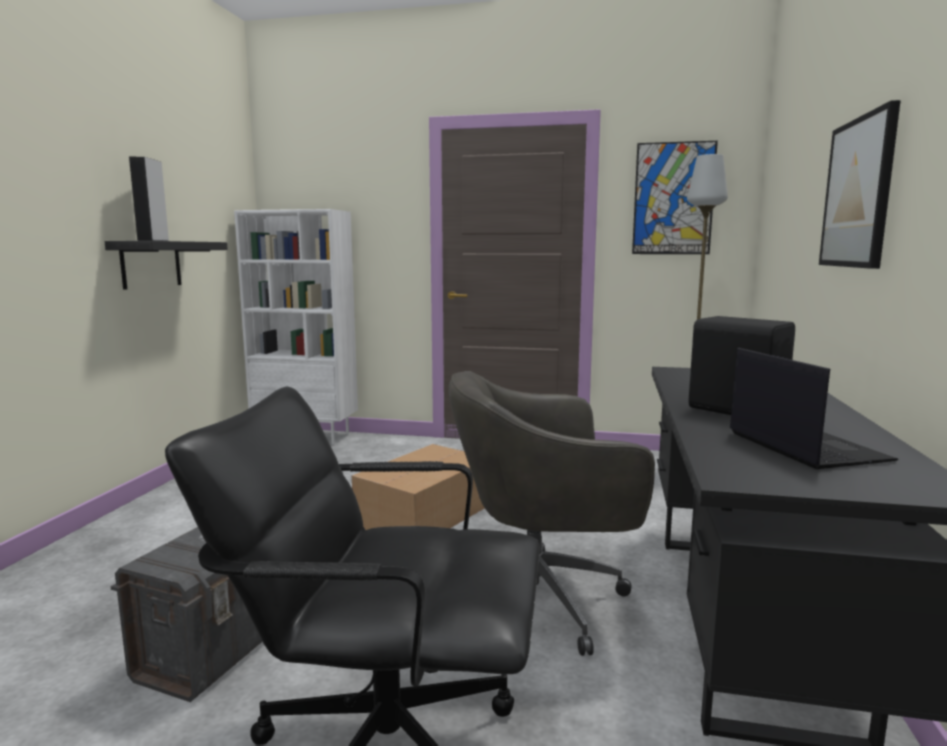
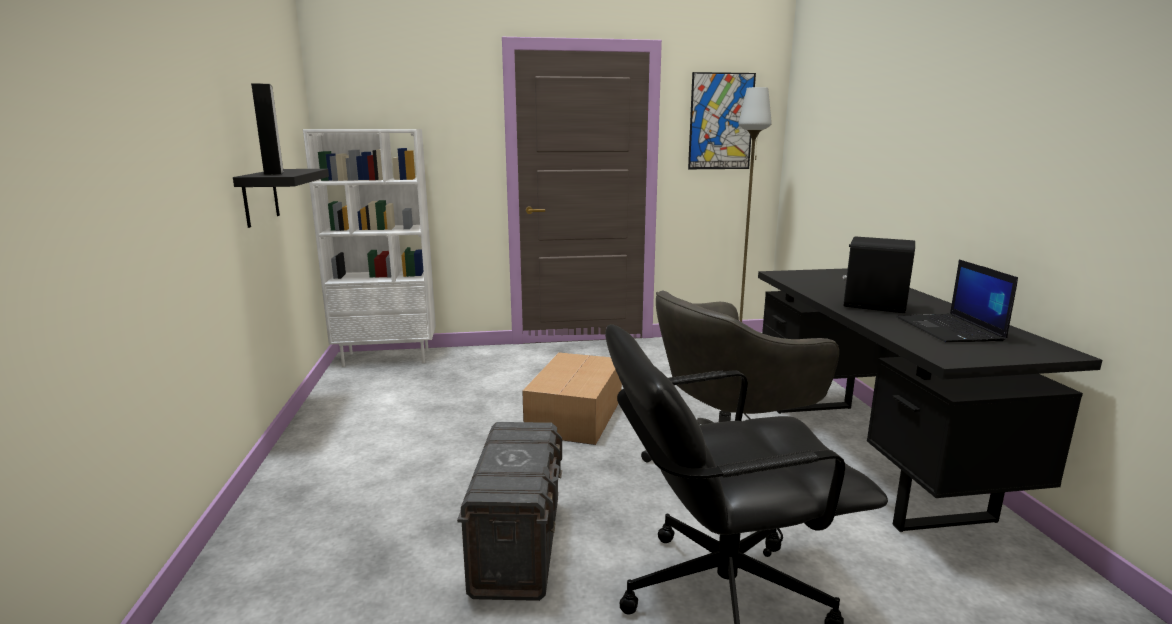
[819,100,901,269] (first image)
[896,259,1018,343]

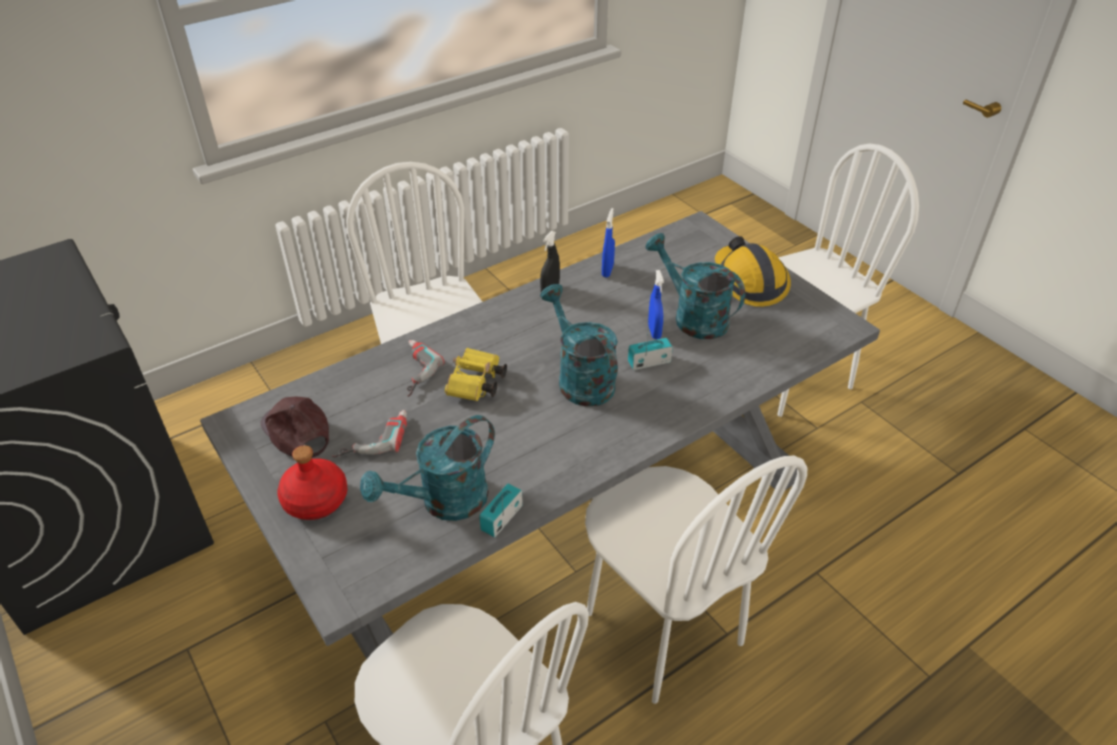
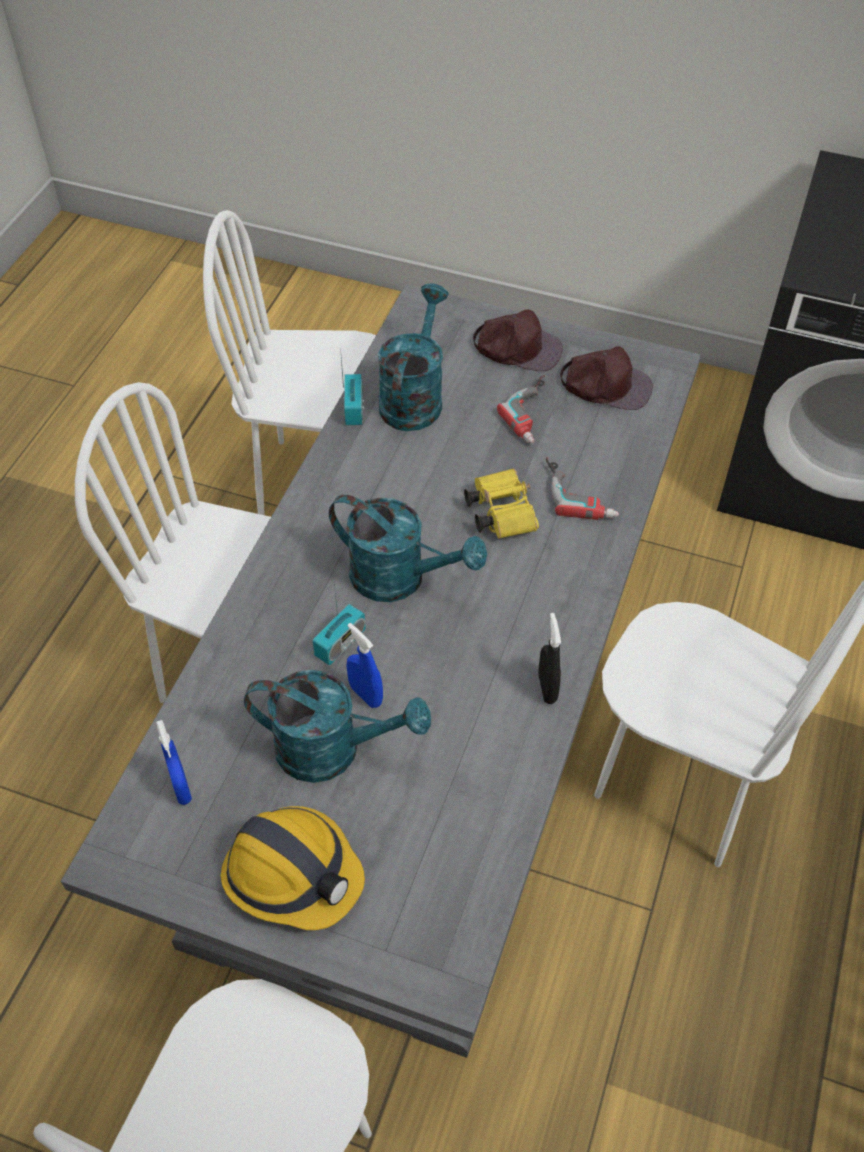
[156,720,192,805]
[473,309,563,371]

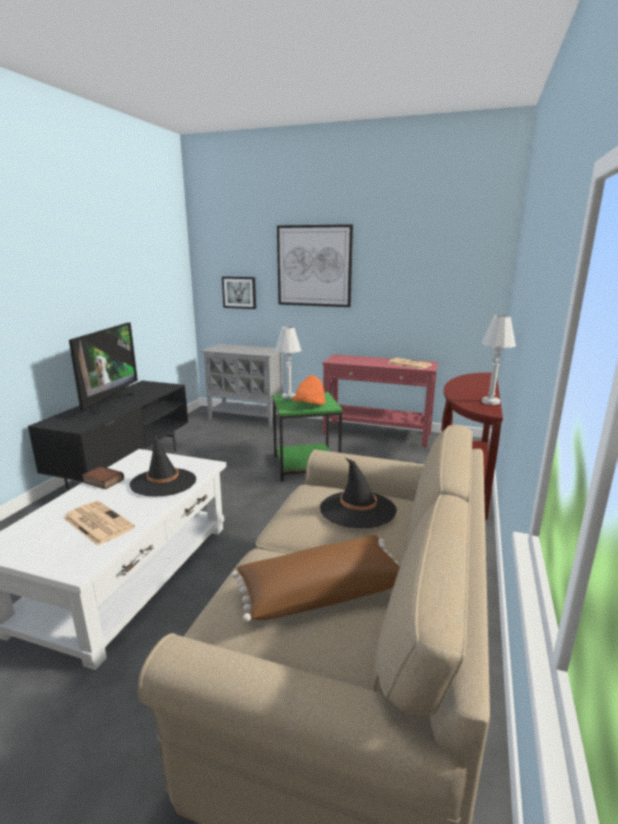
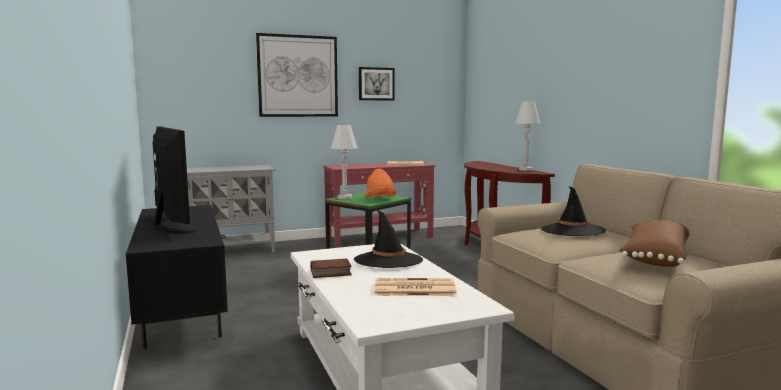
[359,67,395,100]

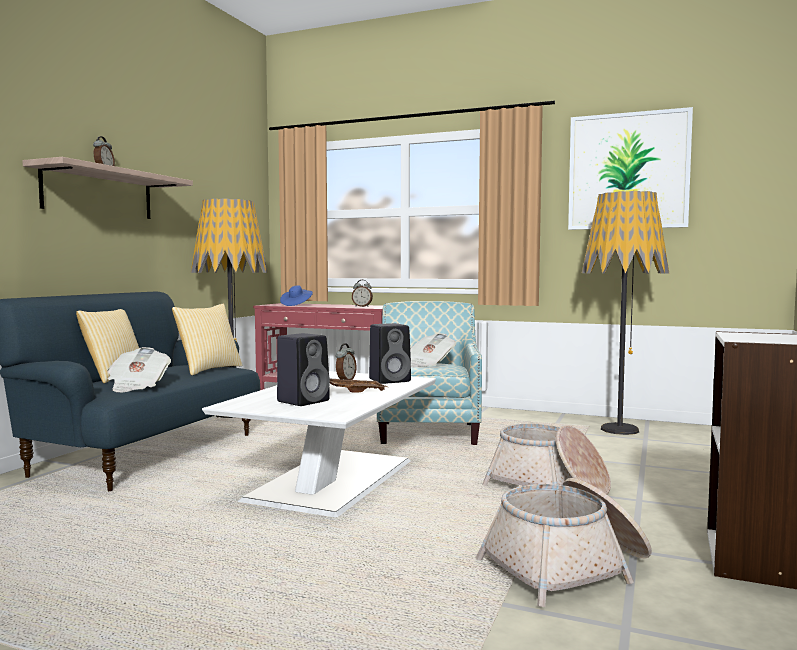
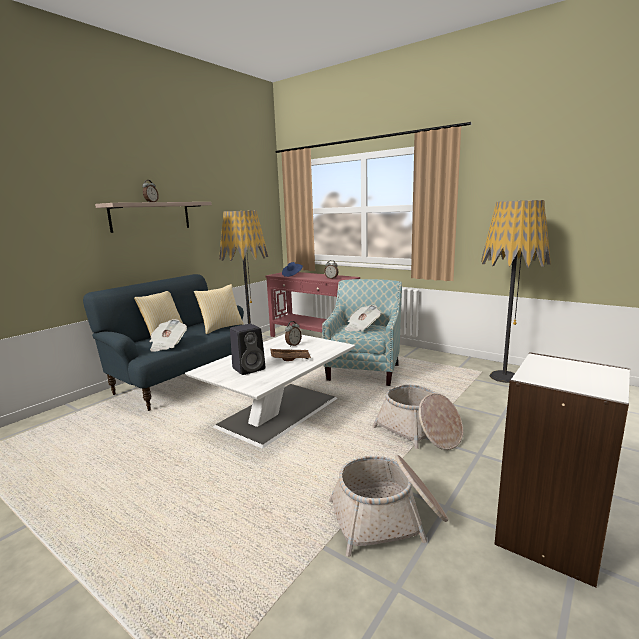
[568,107,693,230] (first image)
[369,323,411,384] (first image)

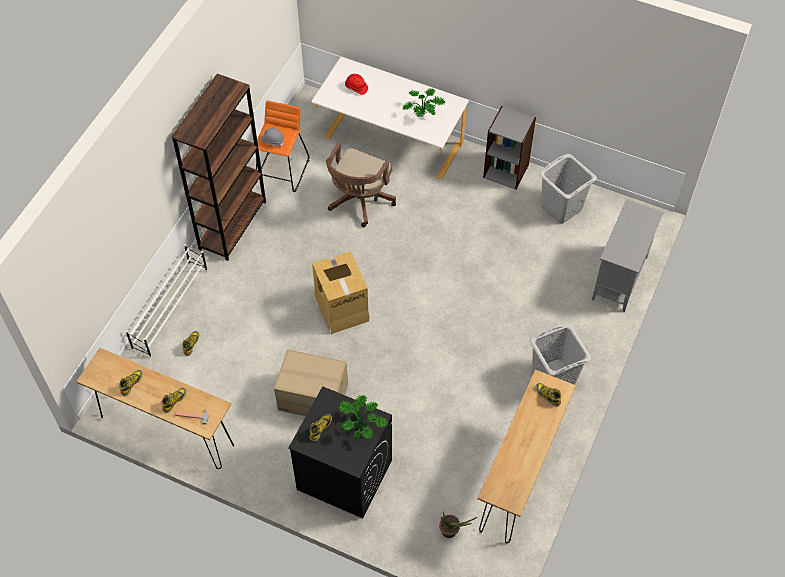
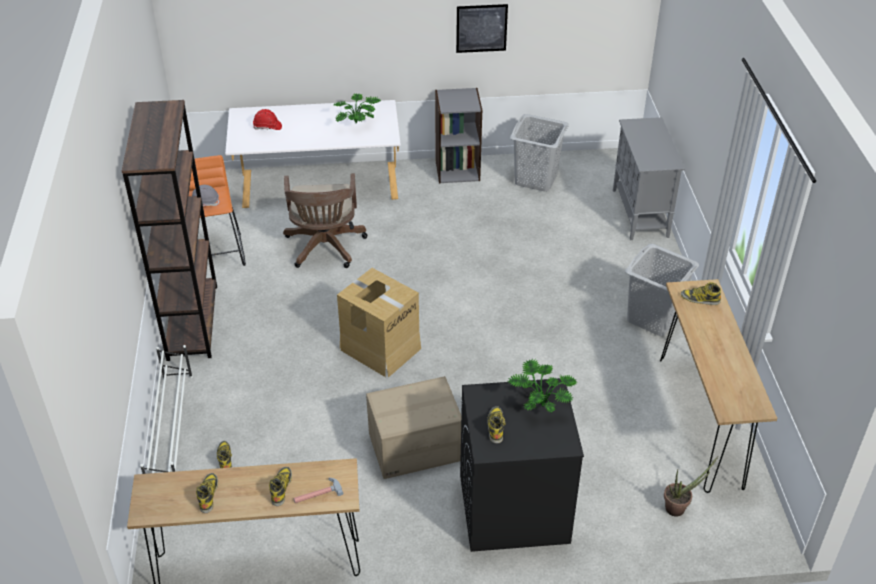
[456,4,508,53]

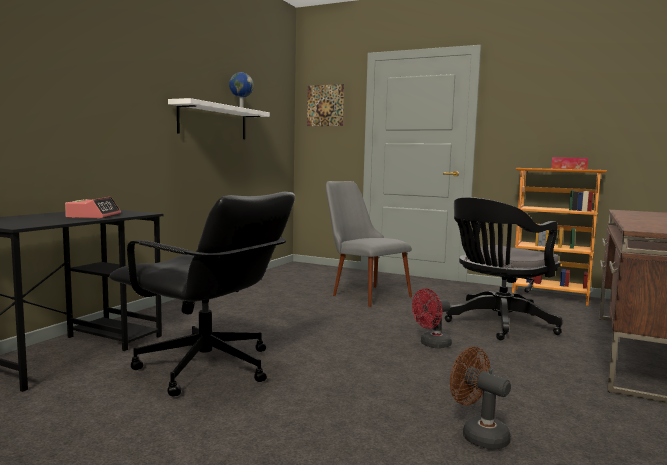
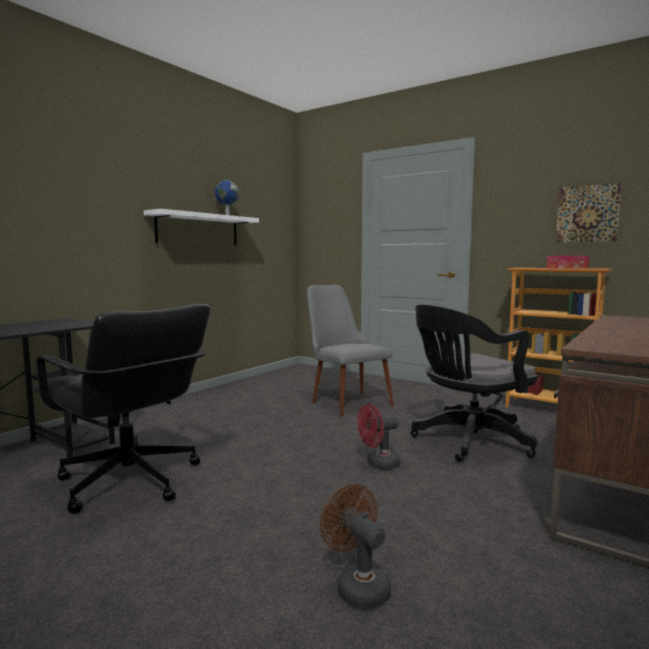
[556,183,622,242]
[65,197,121,218] (first image)

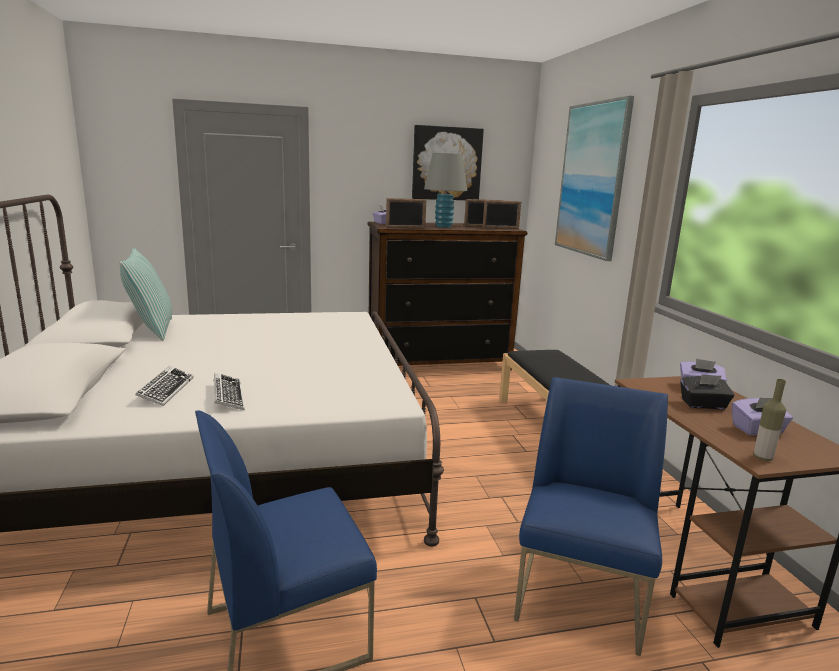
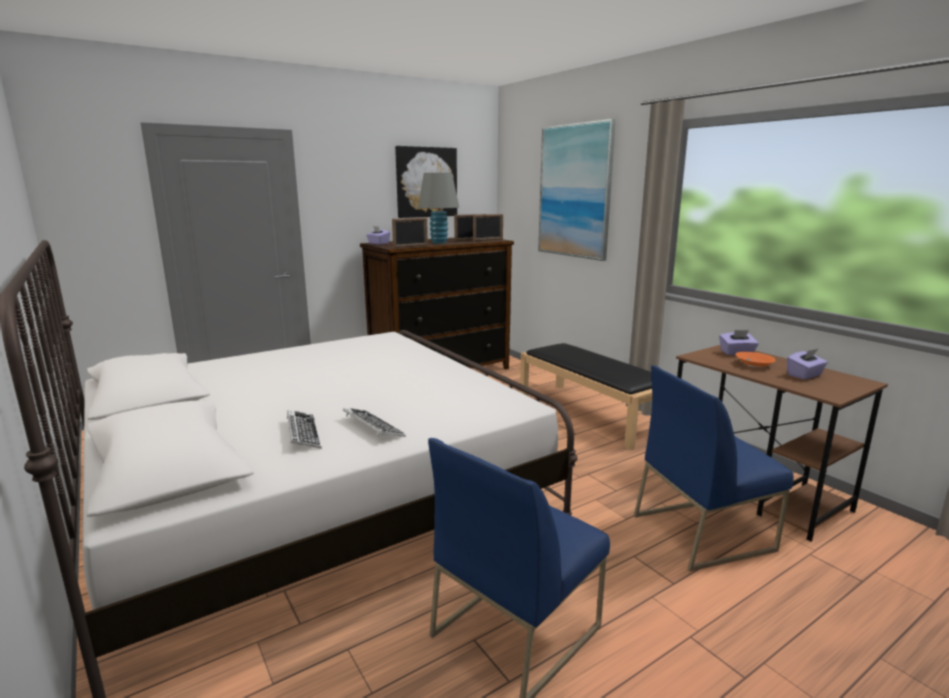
[119,248,172,341] (first image)
[736,352,776,367]
[634,365,794,571]
[754,379,786,461] (first image)

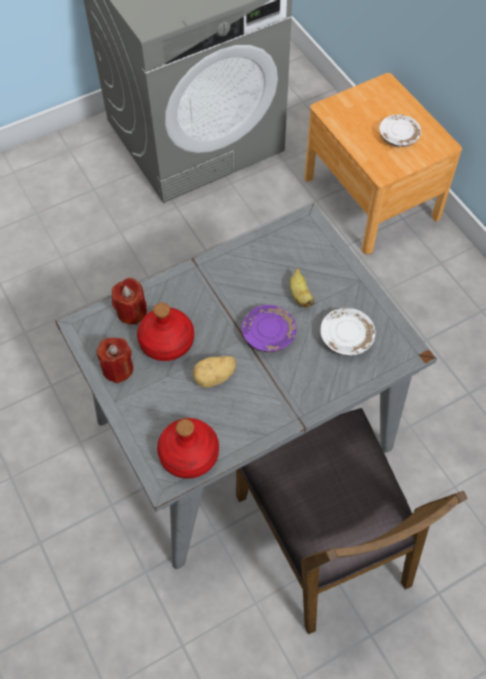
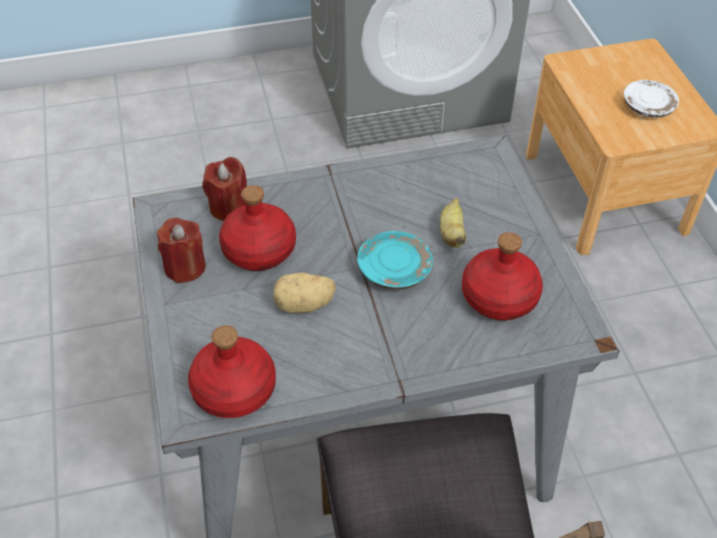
[357,231,433,290]
[462,232,543,320]

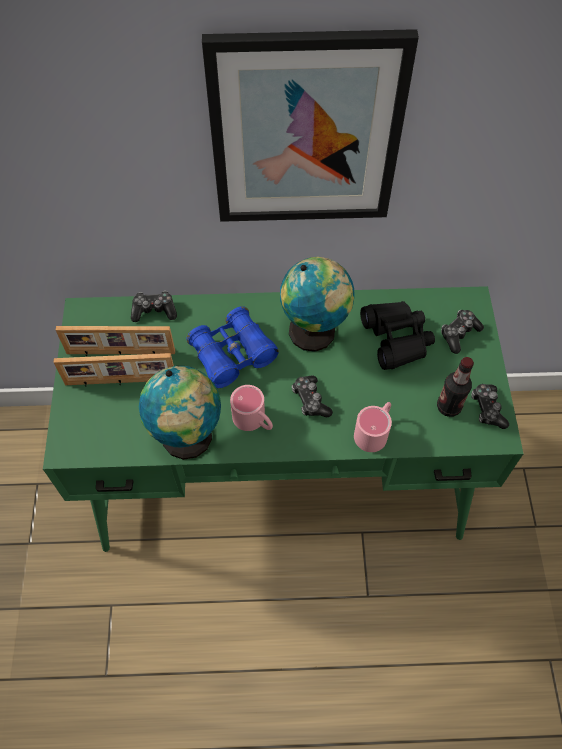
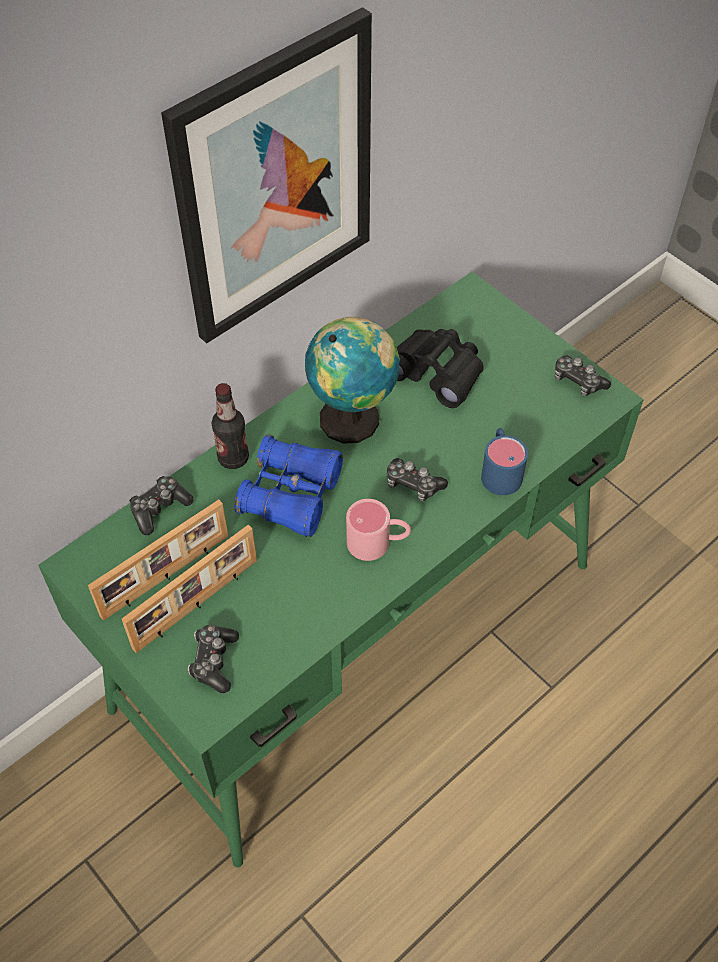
[188,625,239,693]
[212,383,249,469]
[139,366,221,460] (first image)
[481,428,528,495]

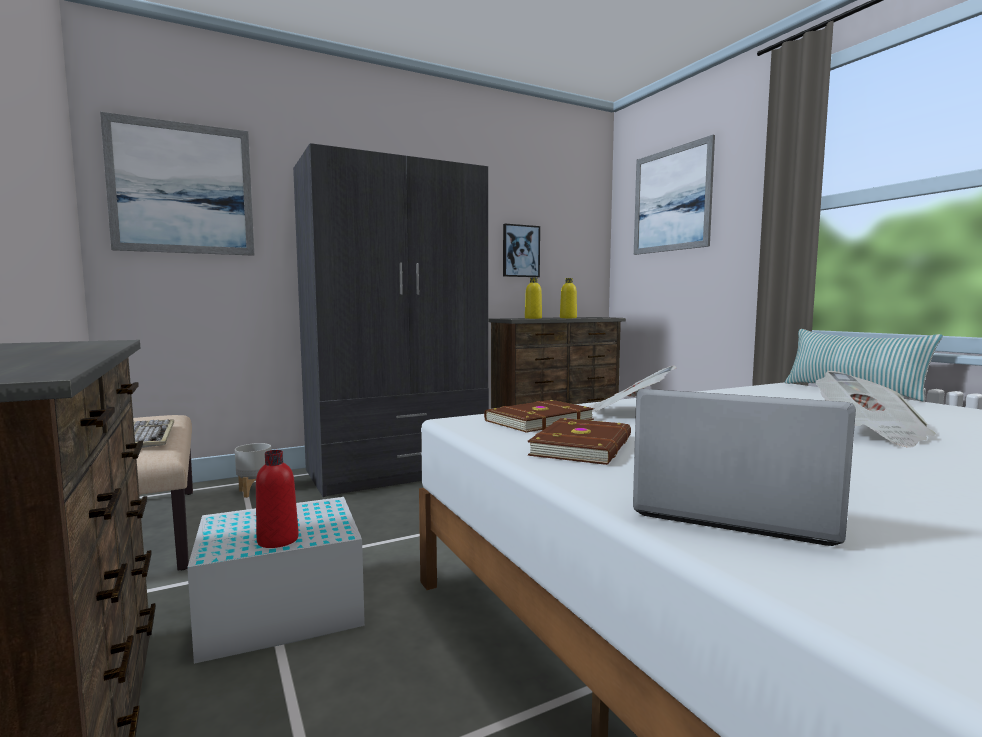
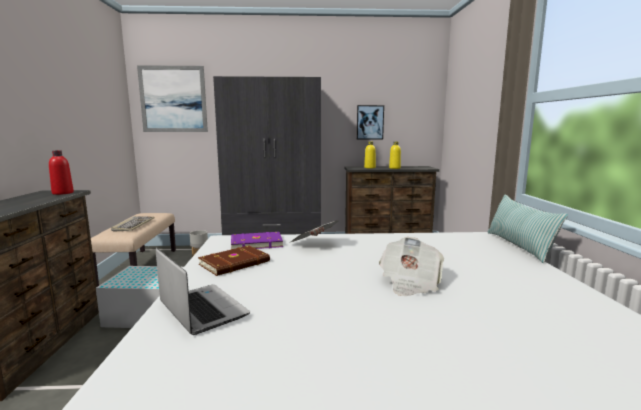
[634,135,715,255] (first image)
[231,232,283,250]
[49,150,74,195]

